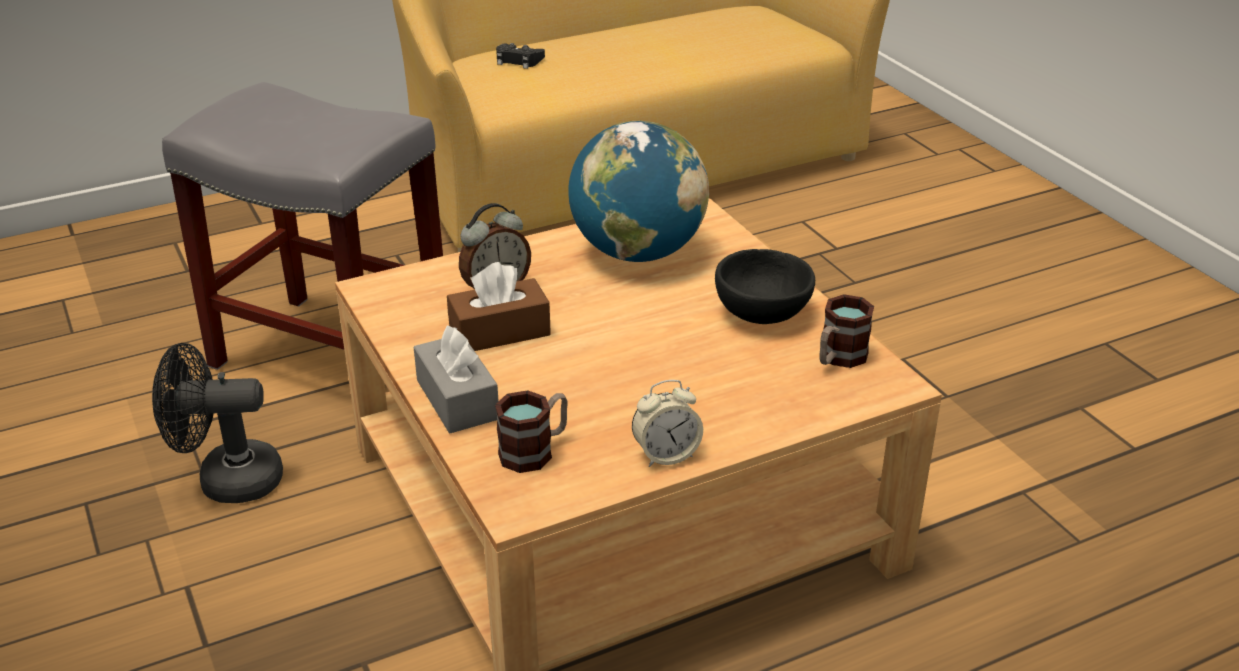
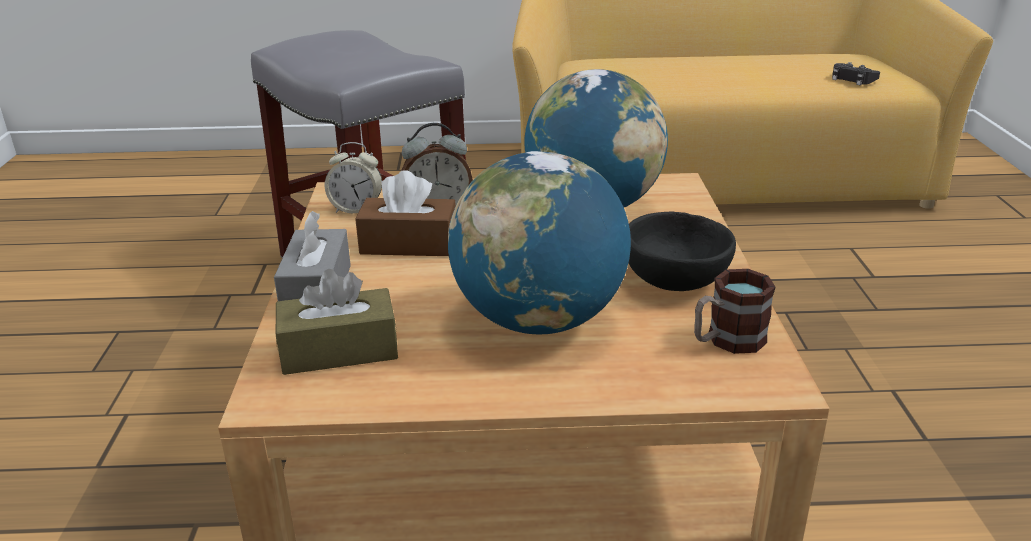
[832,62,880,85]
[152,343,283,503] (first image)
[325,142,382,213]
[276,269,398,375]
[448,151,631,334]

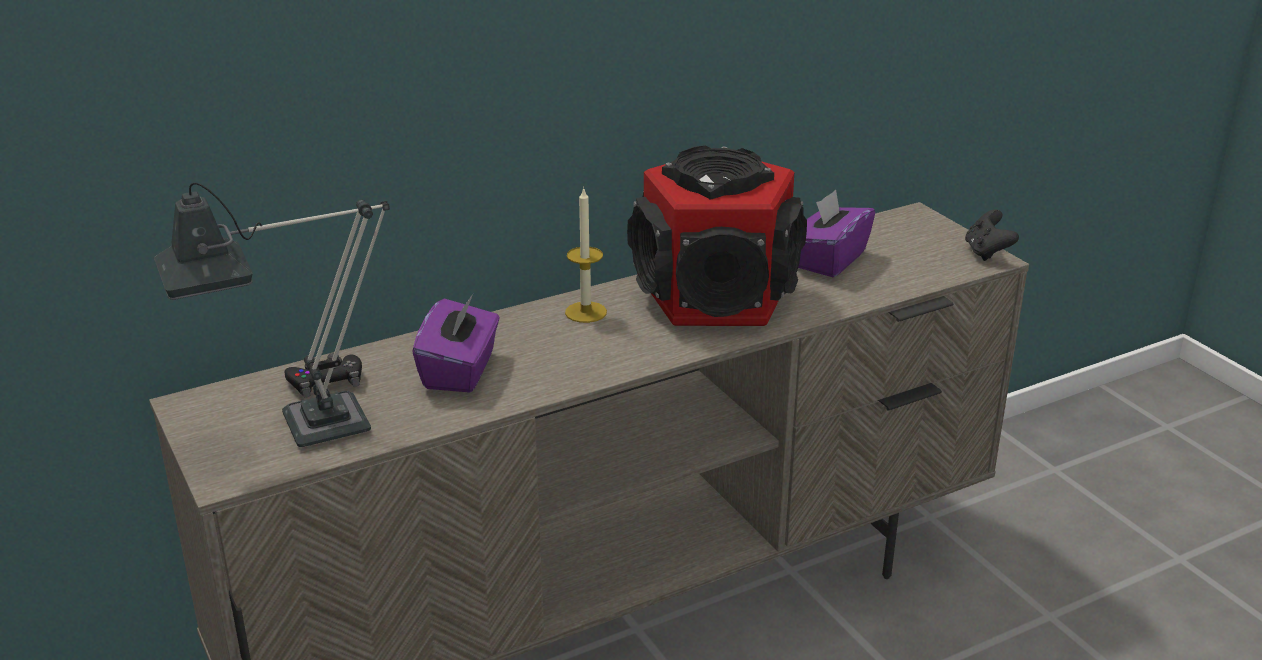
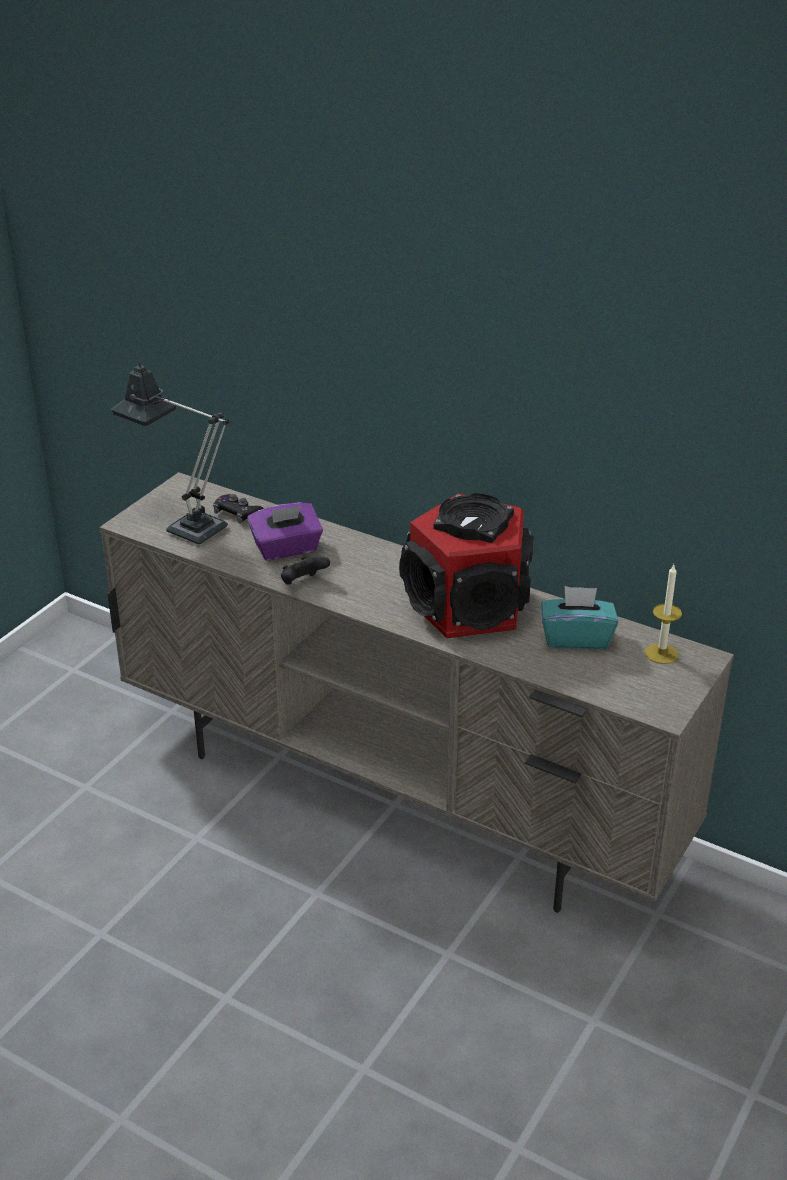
[645,565,682,664]
[541,586,618,649]
[281,556,330,585]

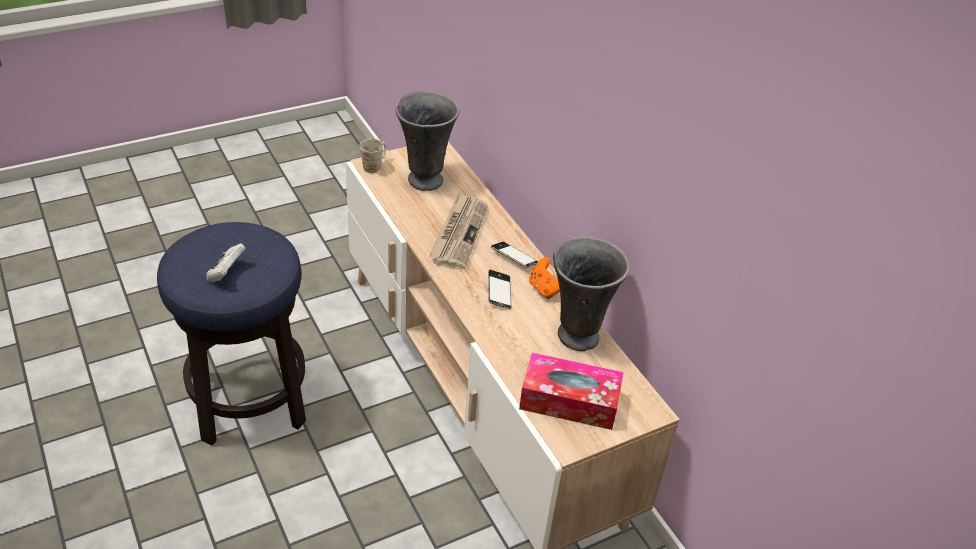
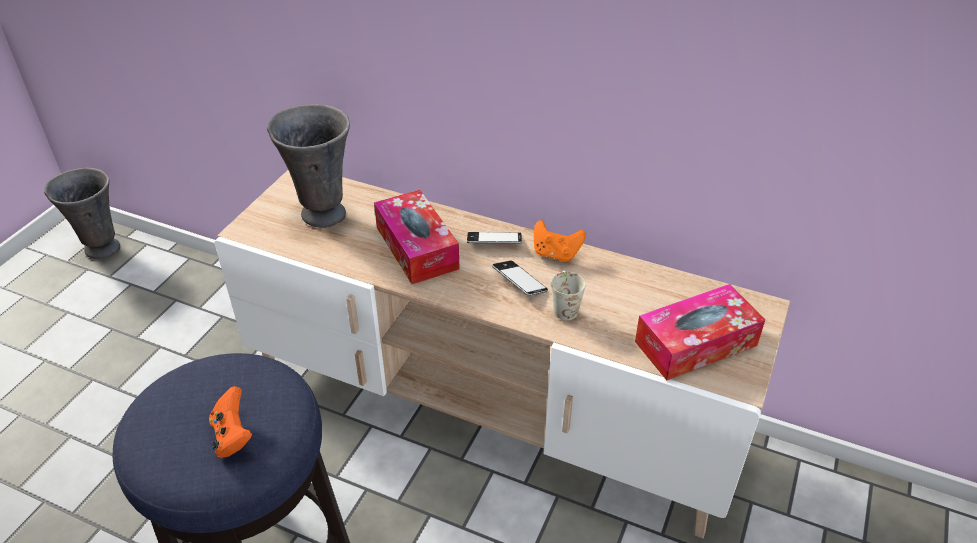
[551,270,586,320]
[374,190,460,284]
[44,168,120,259]
[209,386,252,458]

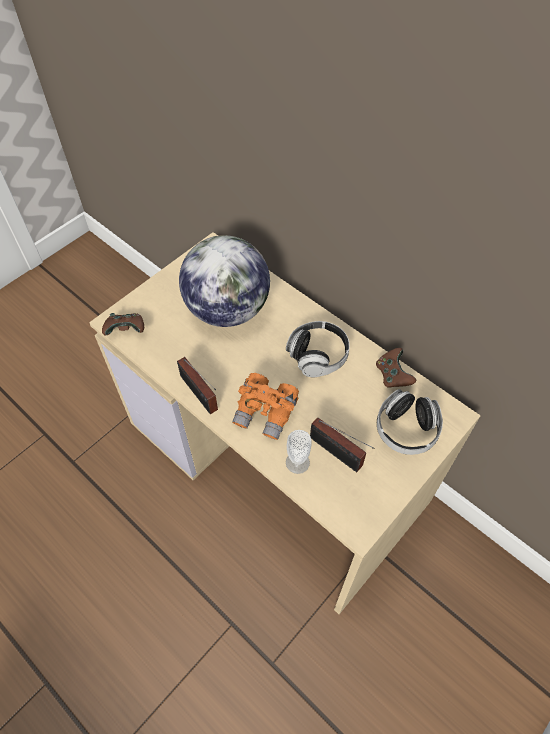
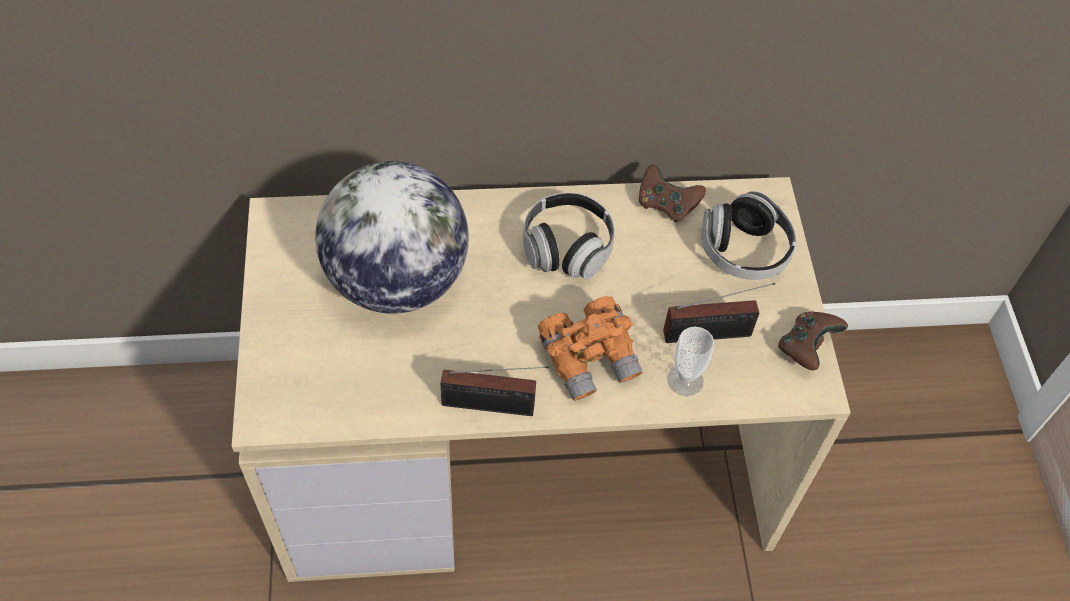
[778,312,848,370]

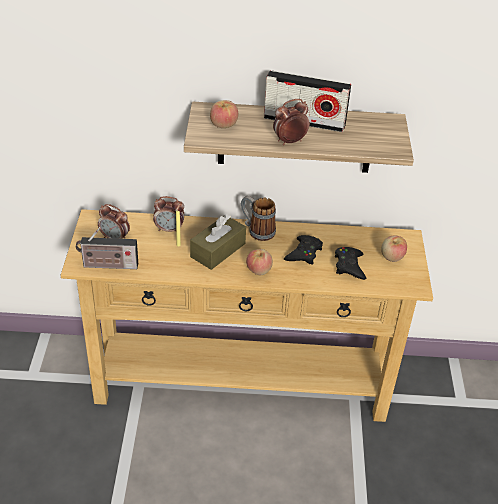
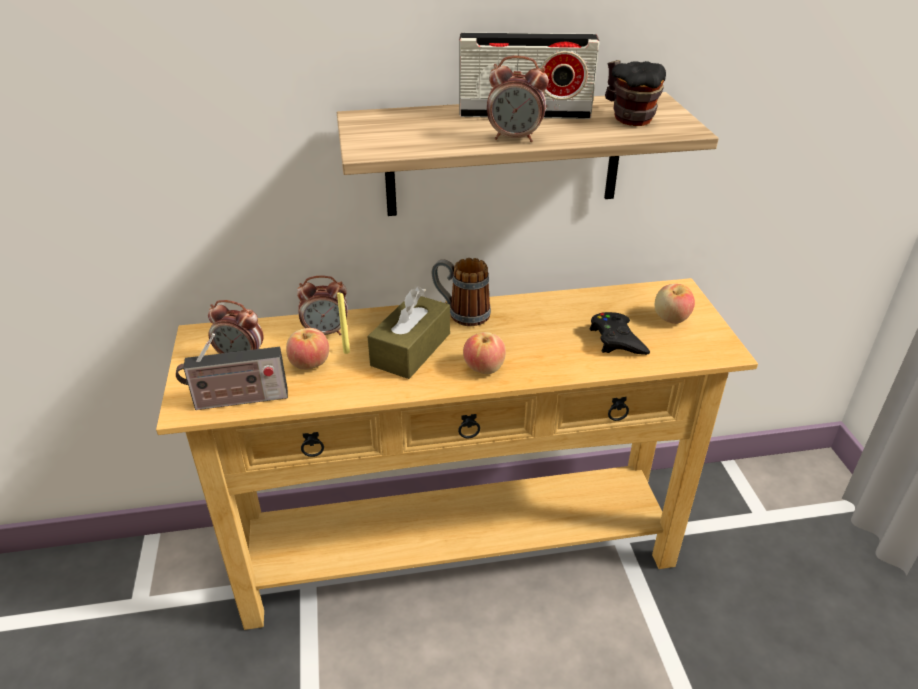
[487,56,549,142]
[286,328,329,370]
[284,235,323,265] (first image)
[605,60,666,126]

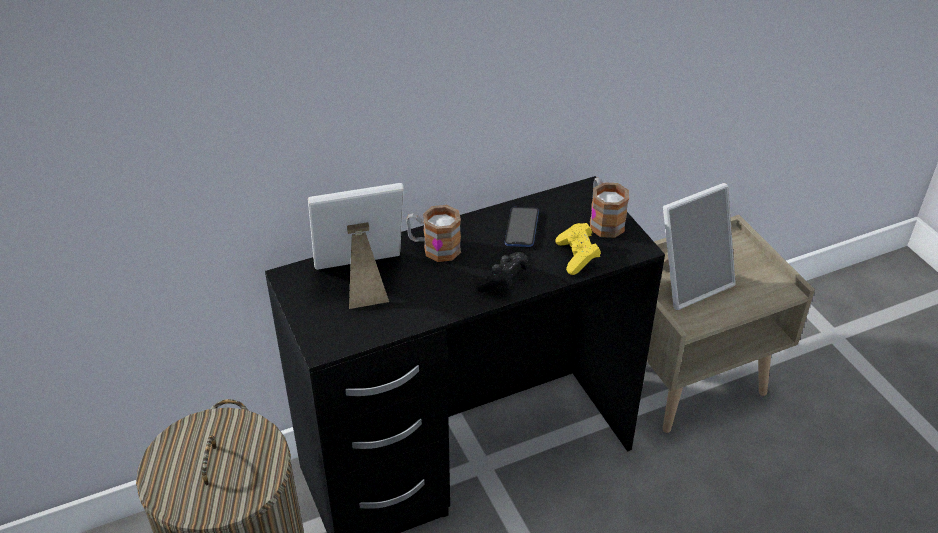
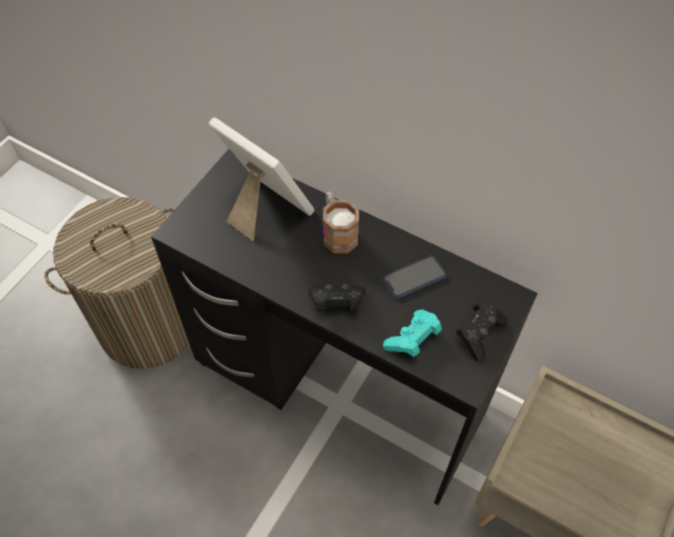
[456,299,508,361]
[663,183,736,310] (first image)
[383,309,442,357]

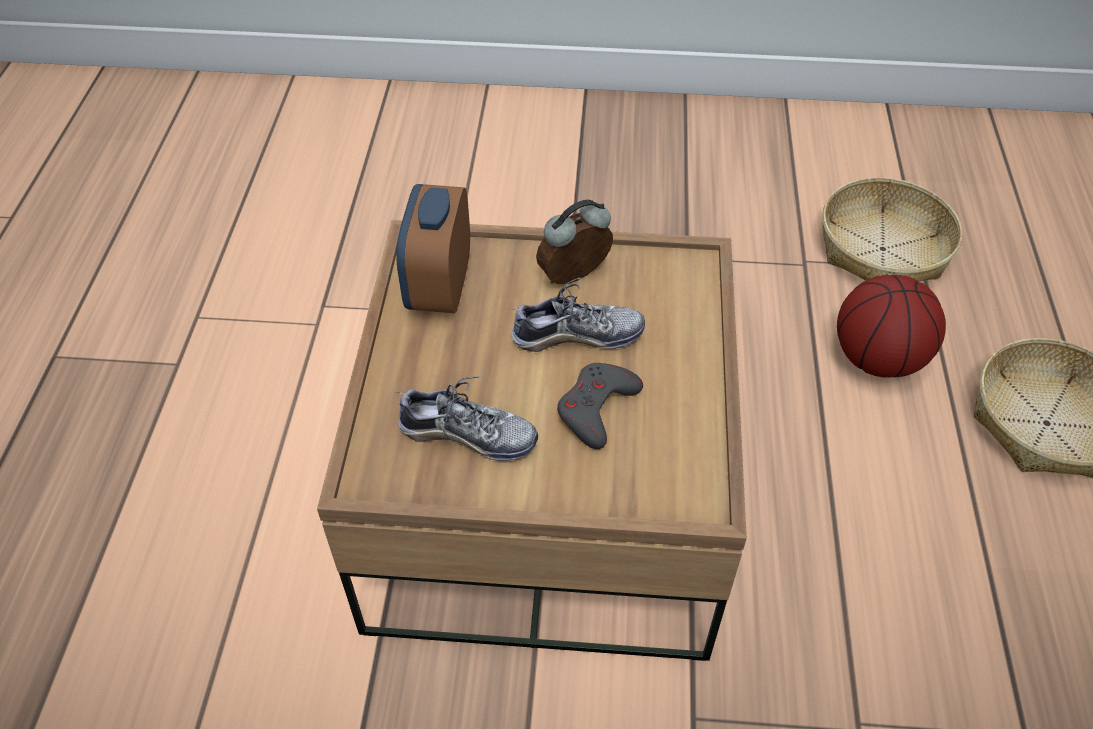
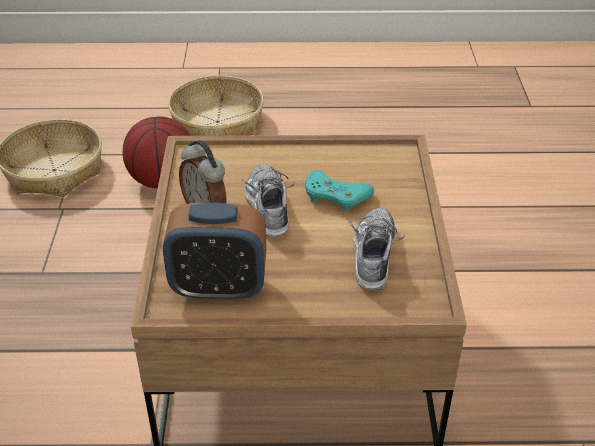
[305,170,374,212]

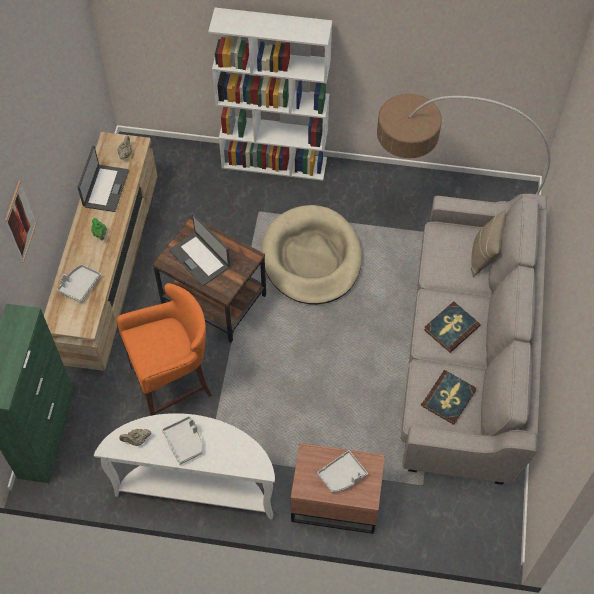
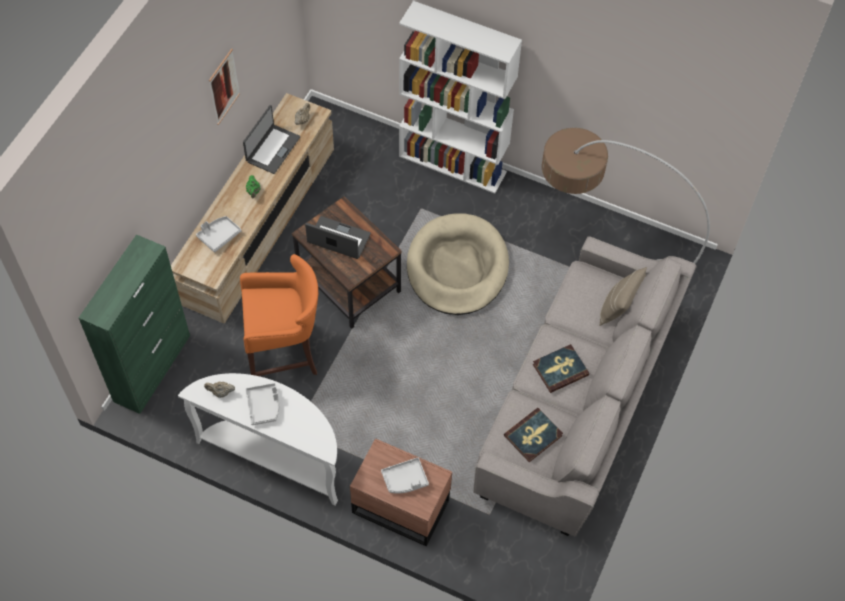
[209,48,240,125]
[305,216,371,259]

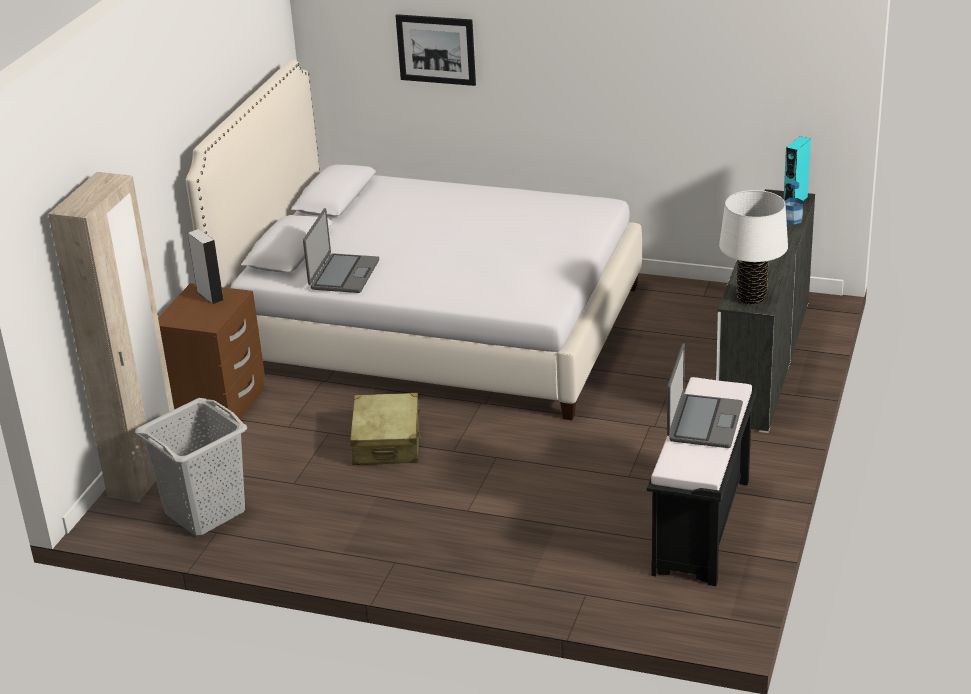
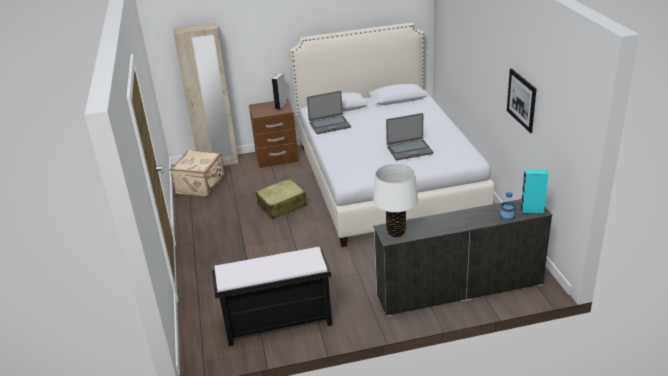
[507,68,536,133]
[386,113,433,160]
[170,150,225,197]

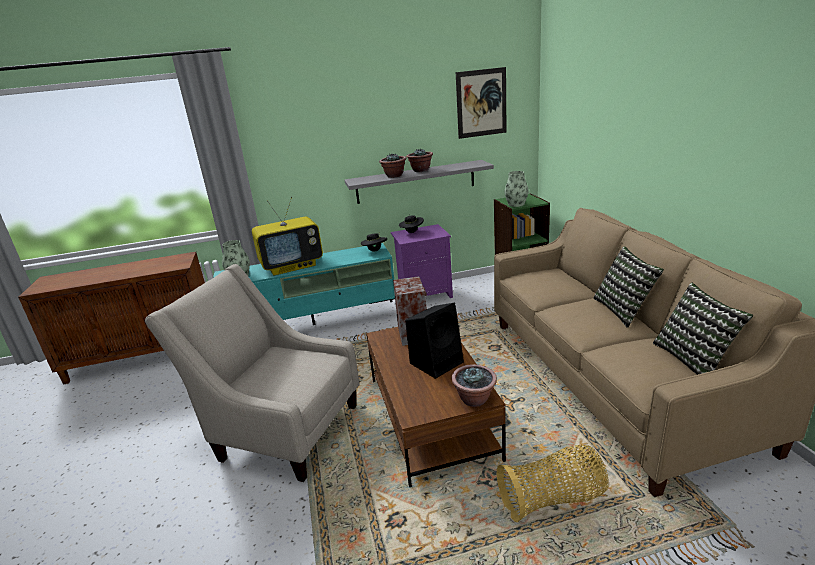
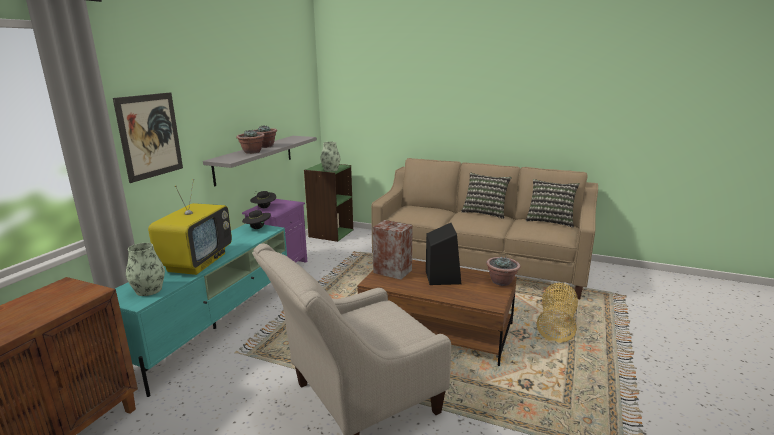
[113,92,183,183]

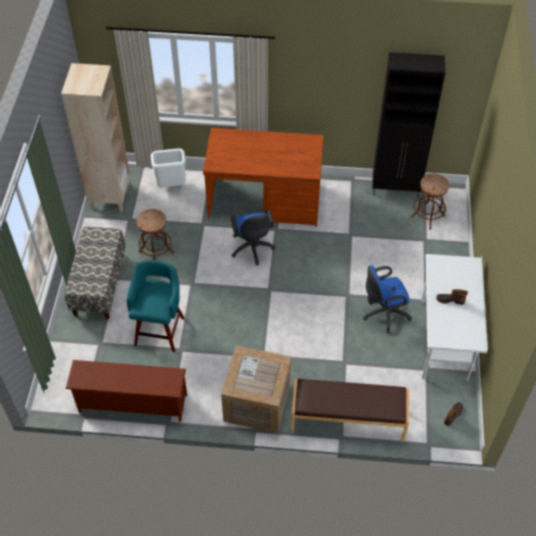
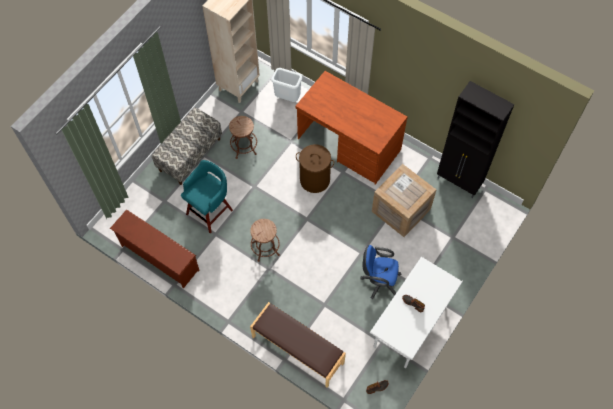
[250,219,280,262]
[296,144,334,193]
[372,164,436,237]

